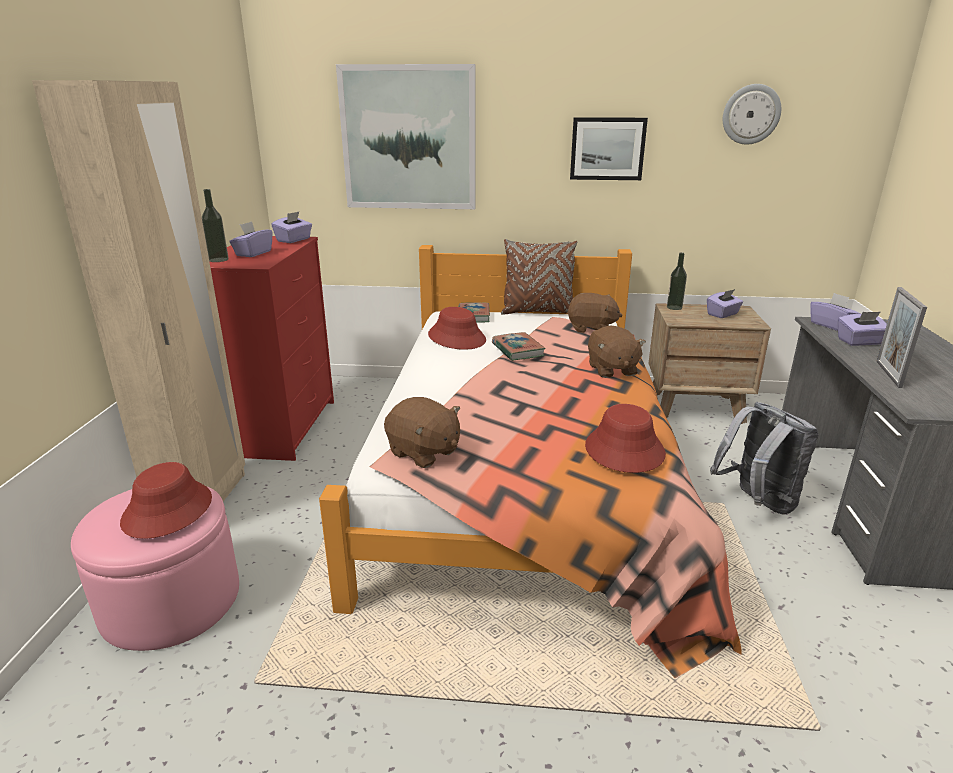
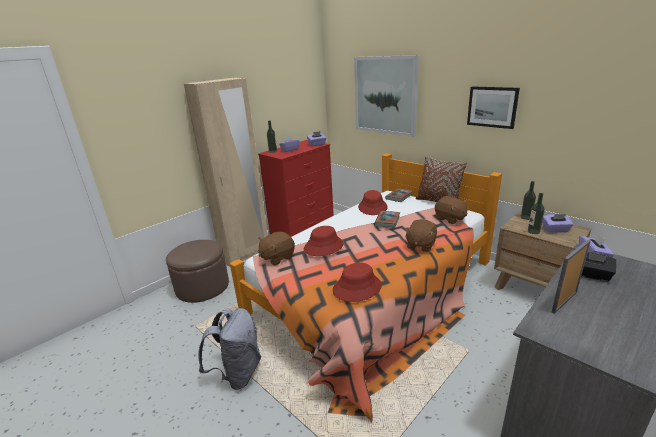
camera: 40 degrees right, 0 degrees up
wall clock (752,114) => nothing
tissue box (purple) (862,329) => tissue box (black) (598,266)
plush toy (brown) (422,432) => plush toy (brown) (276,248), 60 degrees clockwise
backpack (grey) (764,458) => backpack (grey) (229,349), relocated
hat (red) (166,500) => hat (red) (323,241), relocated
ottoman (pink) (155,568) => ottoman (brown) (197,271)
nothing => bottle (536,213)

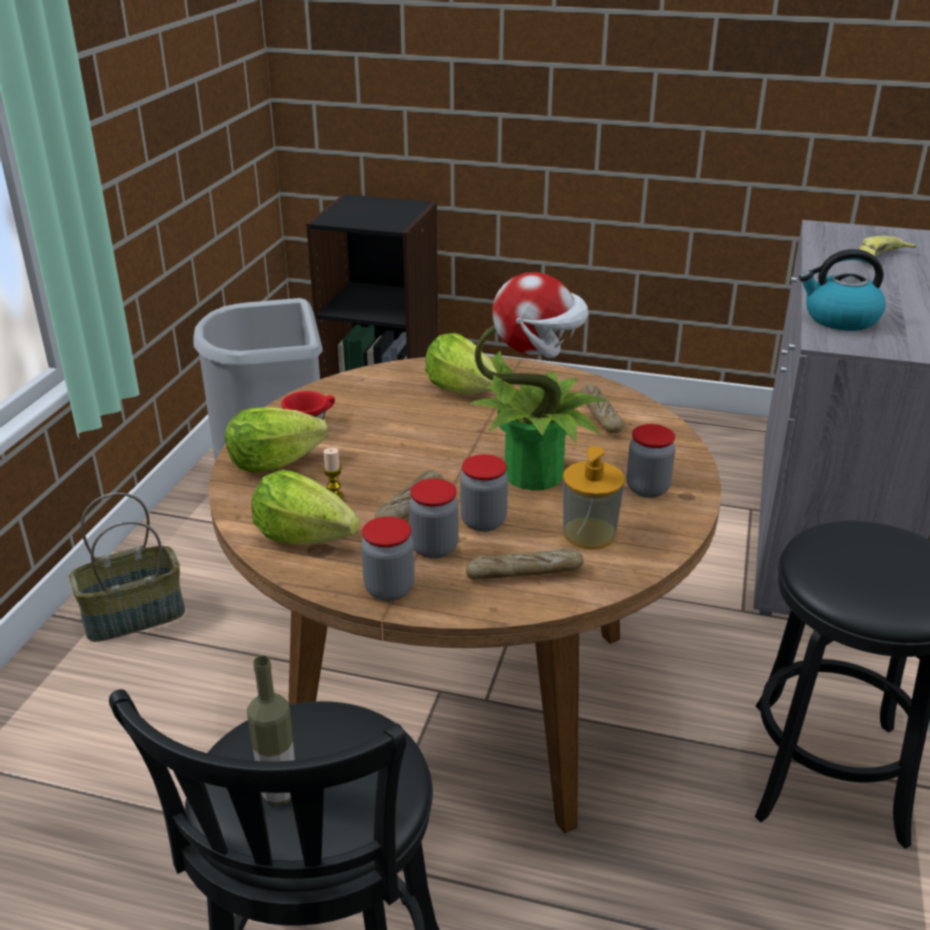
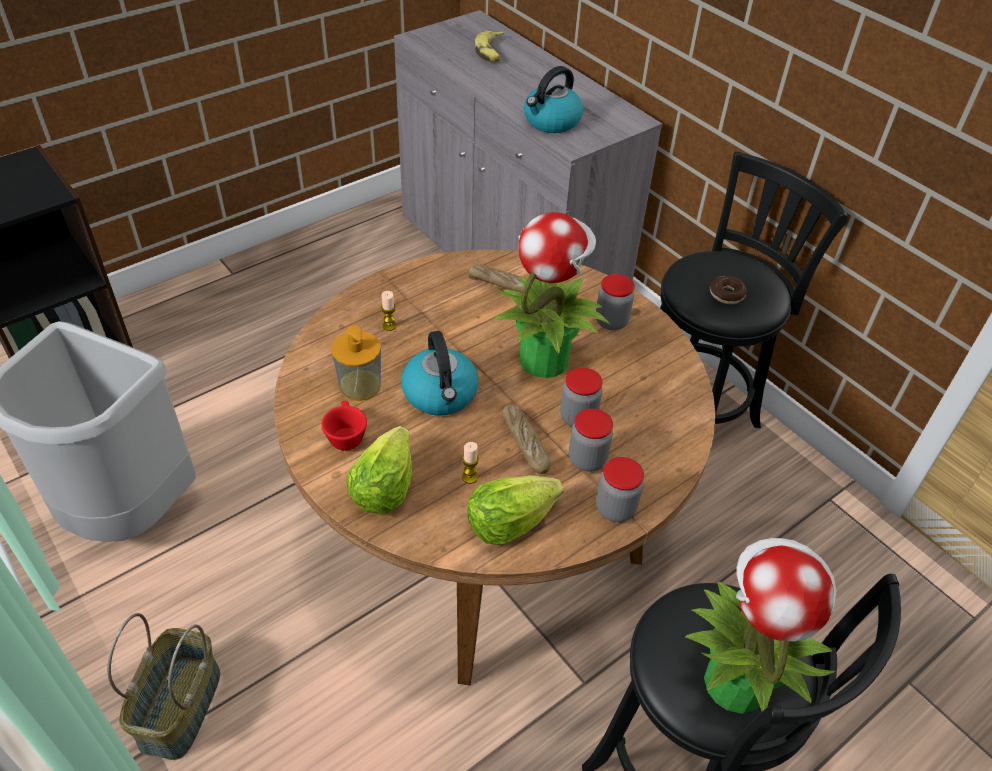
camera: 55 degrees left, 15 degrees up
lettuce (461,363) => candle (389,311)
soap dispenser (594,497) => soap dispenser (356,363), relocated
bread (525,563) => nothing
bottle (271,730) => potted plant (761,626)
nothing => donut (728,290)
nothing => kettle (440,373)

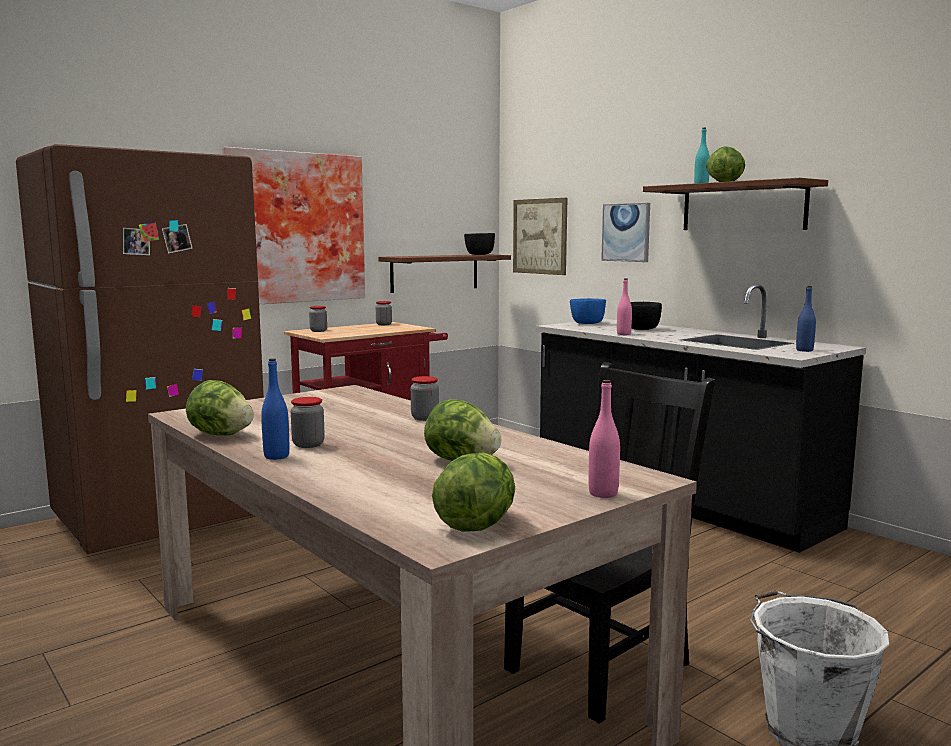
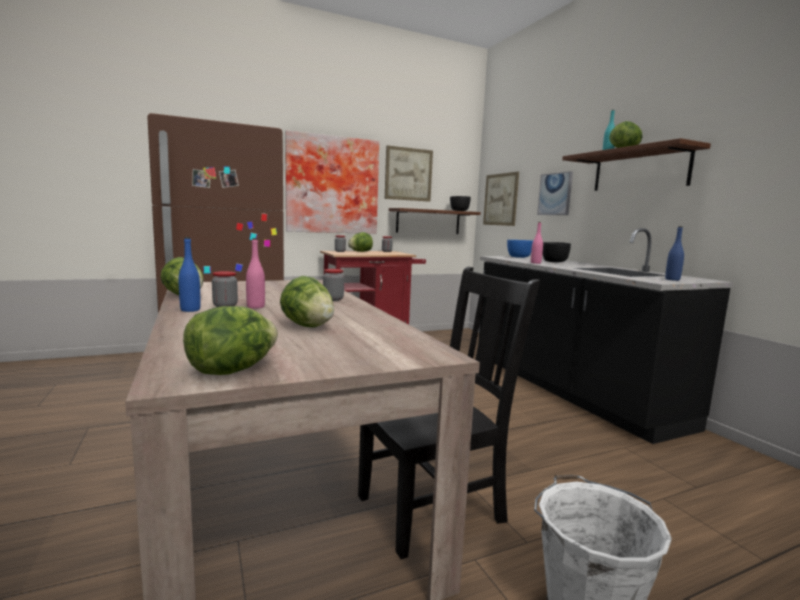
camera: 15 degrees right, 0 degrees up
bottle (pink) (604,439) => bottle (pink) (255,273), relocated
nothing => picture (409,173)
nothing => lettuce (360,242)

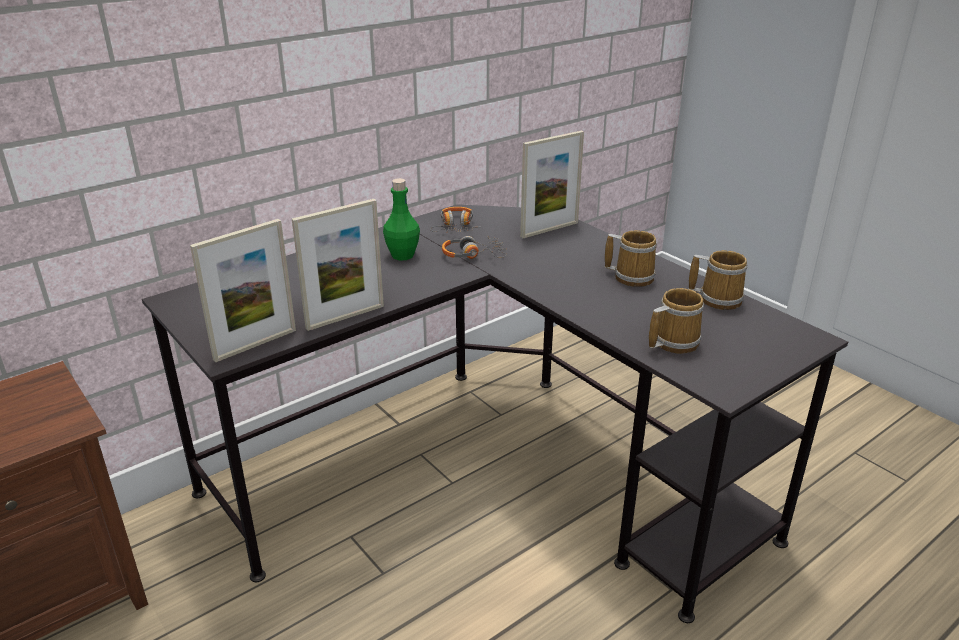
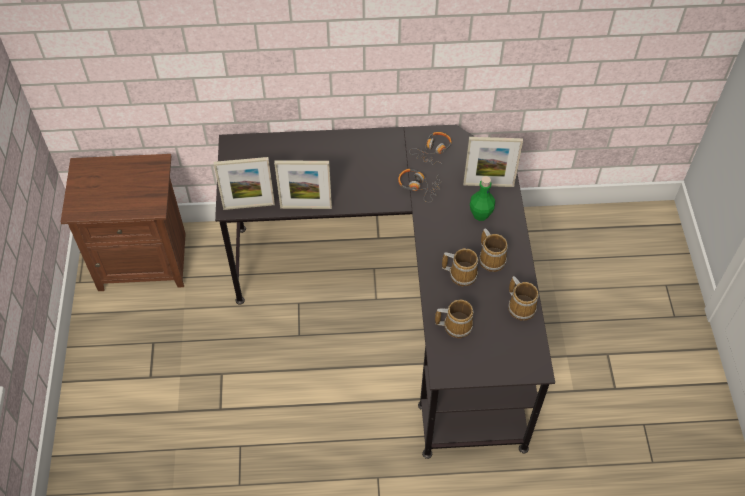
camera: 35 degrees right, 25 degrees up
bottle (green) (401,219) => bottle (green) (482,198), relocated
nothing => mug (460,267)

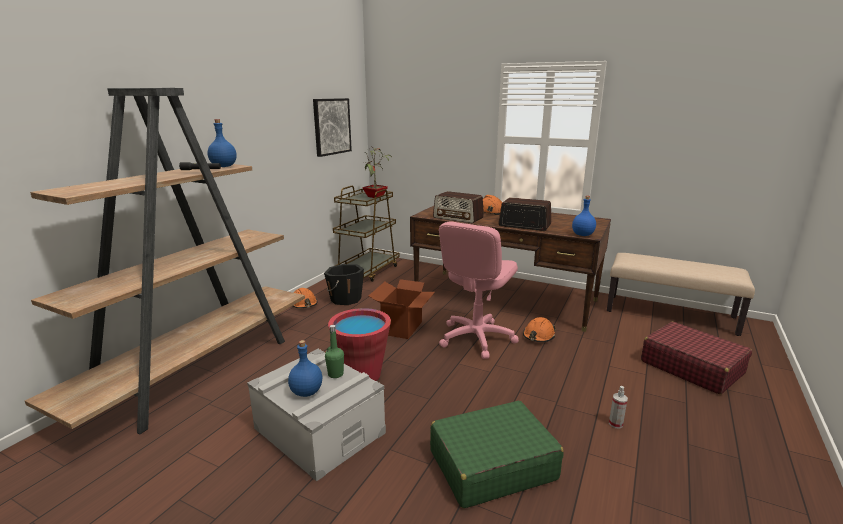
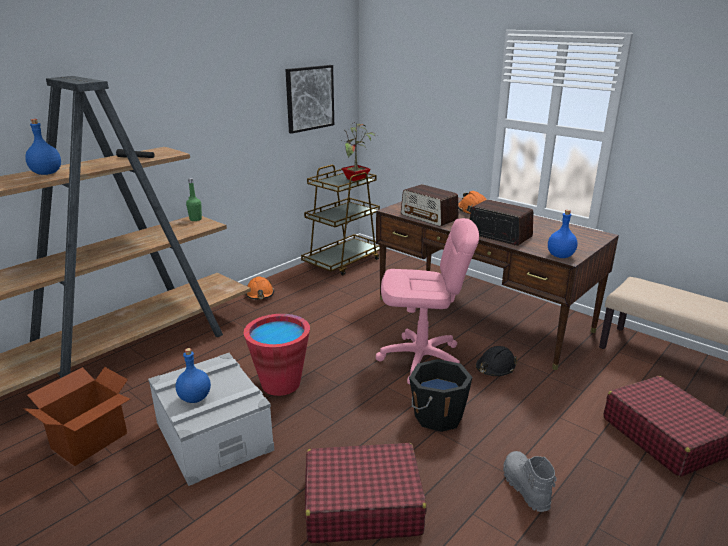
camera: 15 degrees right, 5 degrees up
bottle (blue) (222,143) => bottle (blue) (43,147), relocated
office chair (pink) (479,290) => office chair (pink) (427,301), 135 degrees counterclockwise
bucket (black) (344,284) => bucket (black) (440,395), relocated
cardboard box (402,309) => cardboard box (77,416), relocated
hard hat (orange) (539,329) => hard hat (black) (496,361)
bottle (green) (334,351) => bottle (green) (194,199), relocated
spray bottle (618,407) => boot (grey) (530,481)
suitcase (green) (497,454) => suitcase (red) (366,493)

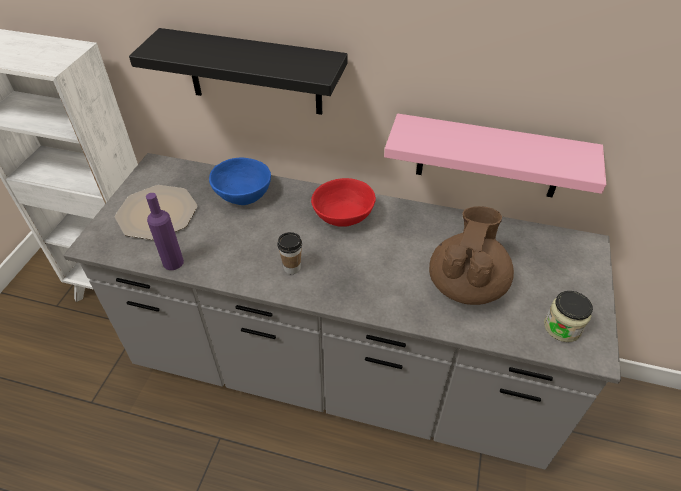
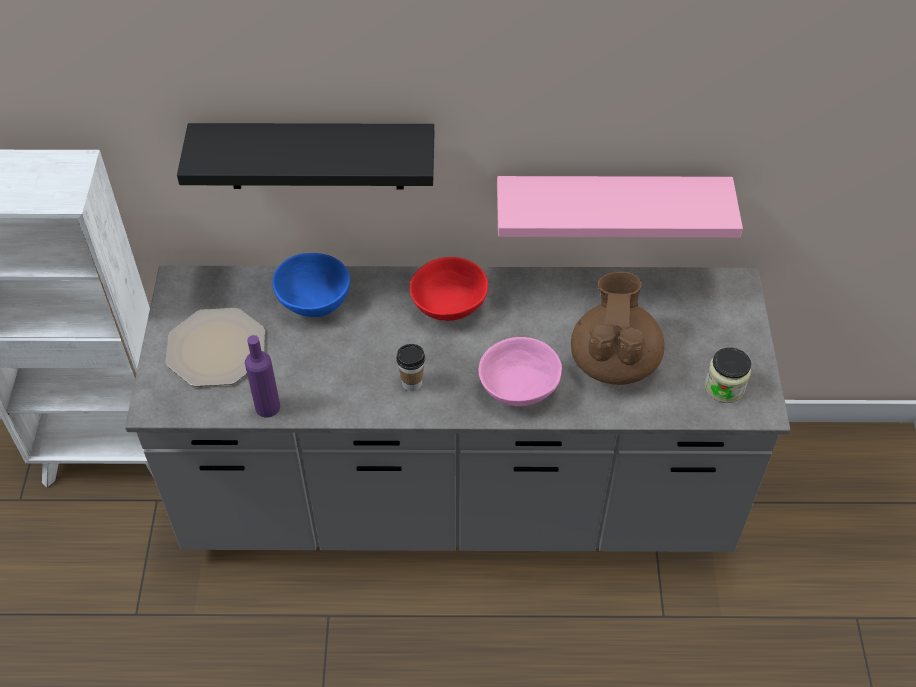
camera: 15 degrees left, 5 degrees up
nothing => bowl (pink) (520,371)

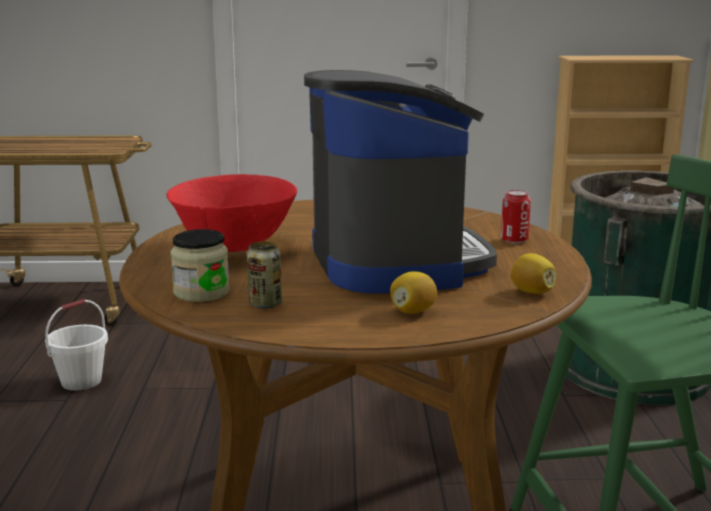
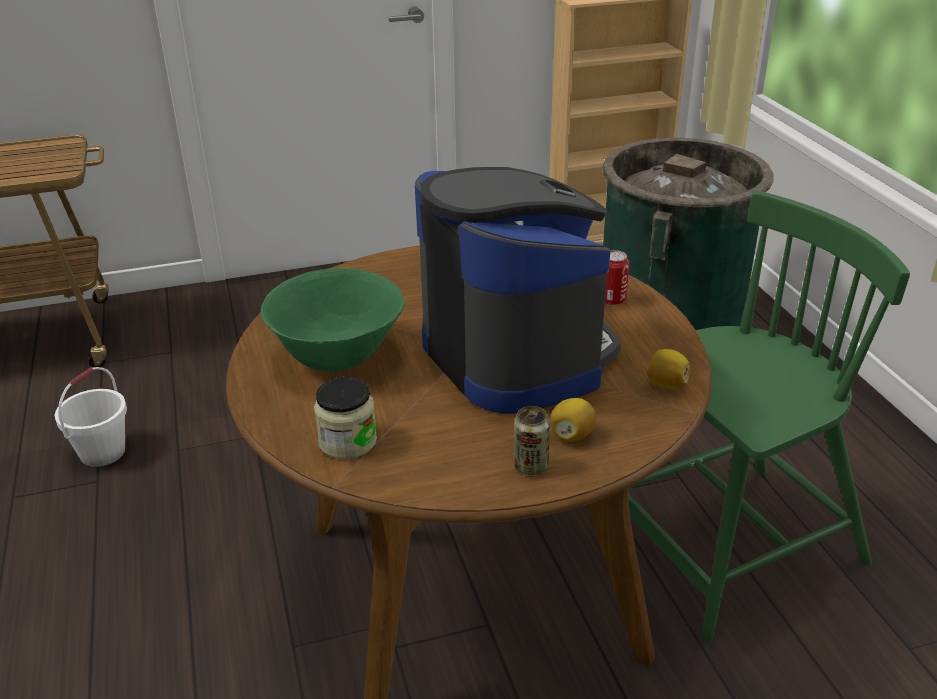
camera: 15 degrees left, 15 degrees up
bowl (red) (232,213) => bowl (green) (332,319)
can (264,275) => can (532,440), relocated

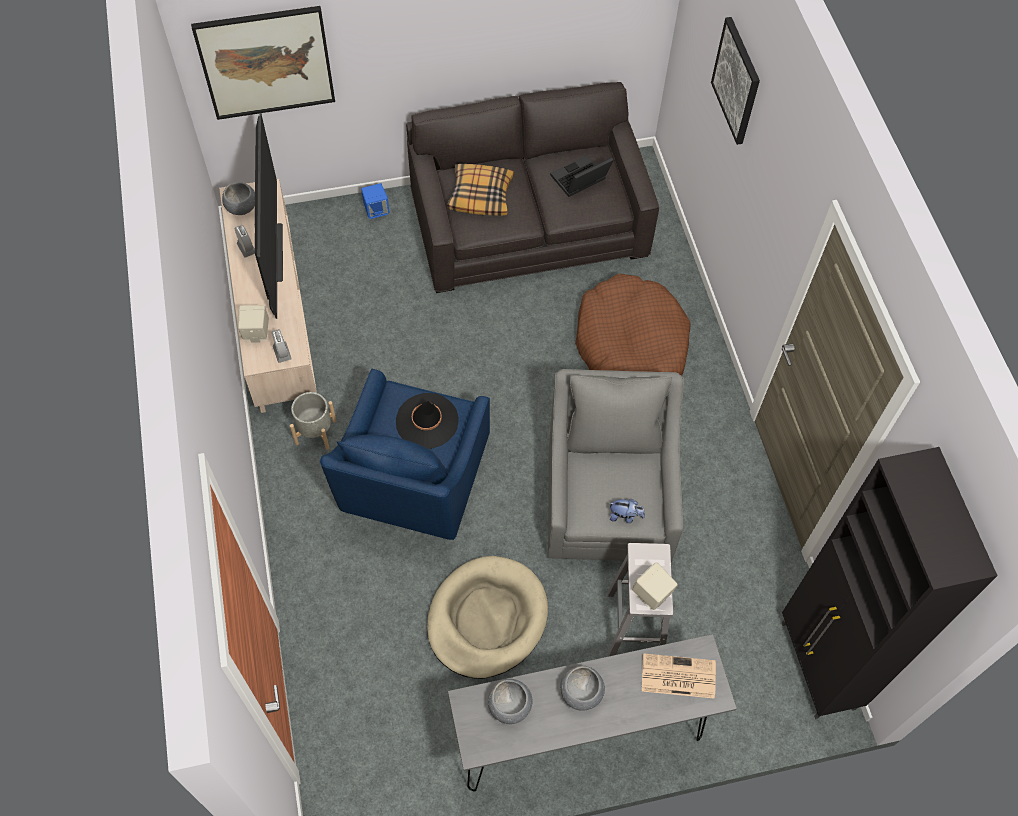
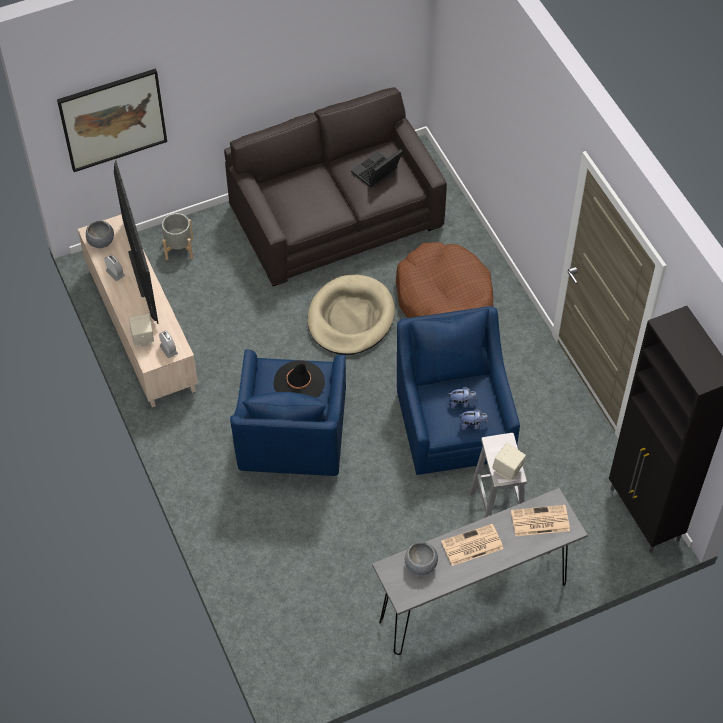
camera: 10 degrees left, 5 degrees down
picture (735,81) => nothing
pillow (480,190) => nothing
speaker (blue) (375,201) => nothing
armchair (grey) (616,465) => armchair (blue) (458,390)
planter (grey) (313,421) => planter (grey) (177,236), relocated
dog bed (beige) (487,617) => dog bed (beige) (351,315), relocated
bowl (grey) (582,688) => newspaper (472,545)
nothing => plush toy (462,398)

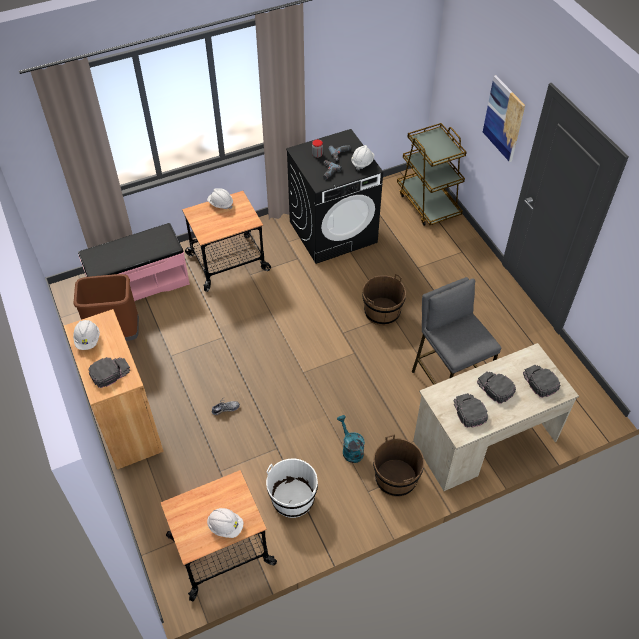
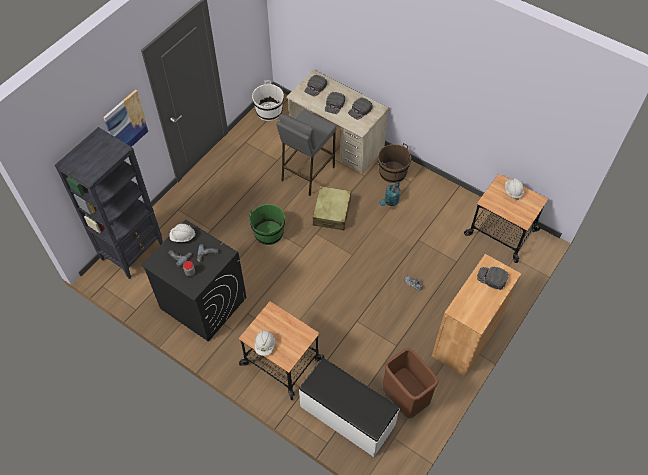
camera: 120 degrees left, 5 degrees up
cart (brown) (431,174) => bookcase (black) (109,203)
bench (pink) (134,262) => bench (white) (349,407)
bucket (brown) (384,299) => bucket (green) (267,224)
hard hat (white) (86,335) => nothing
bucket (white) (292,488) => bucket (white) (268,101), relocated
nothing => suitcase (beige) (332,208)

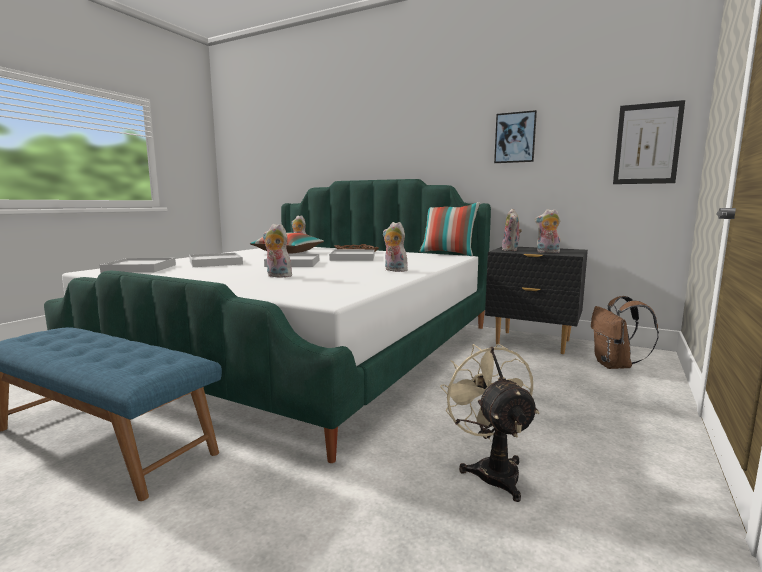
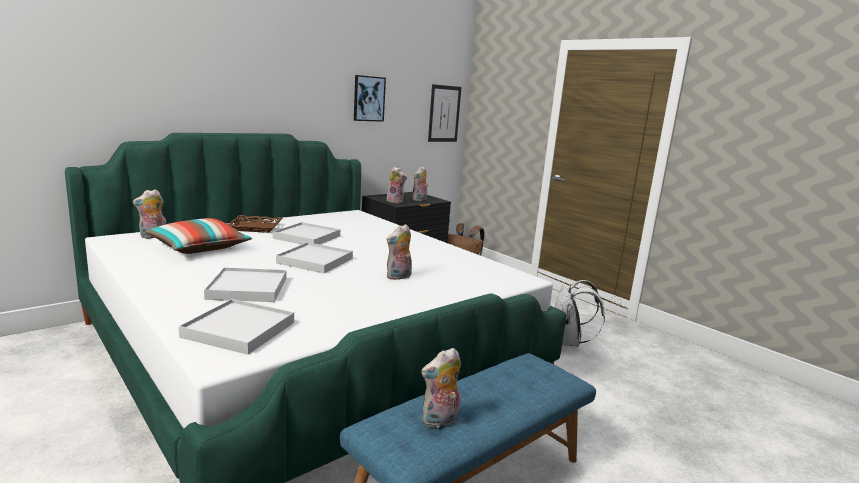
camera: 70 degrees left, 5 degrees up
pillow (449,229) => nothing
plush toy (395,247) => plush toy (441,388), relocated
fan (beige) (489,423) => backpack (white) (580,313)

